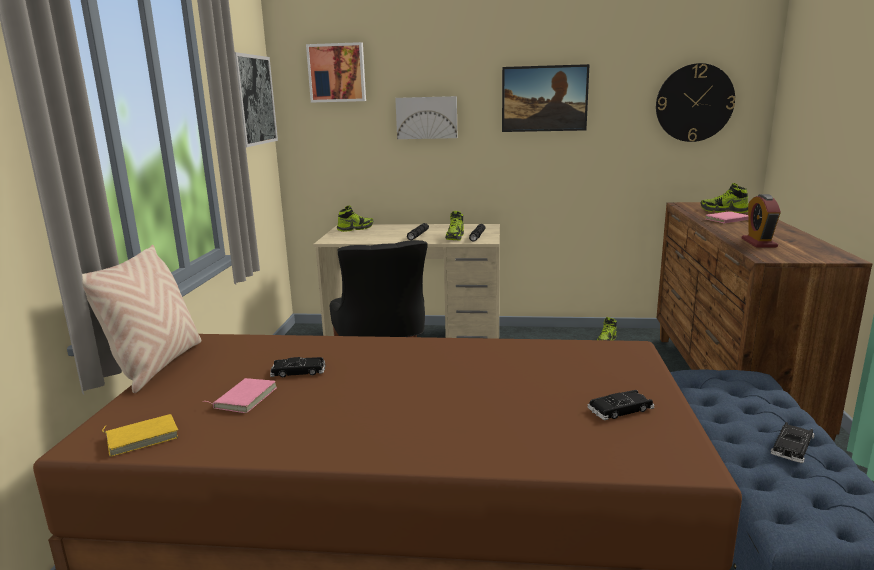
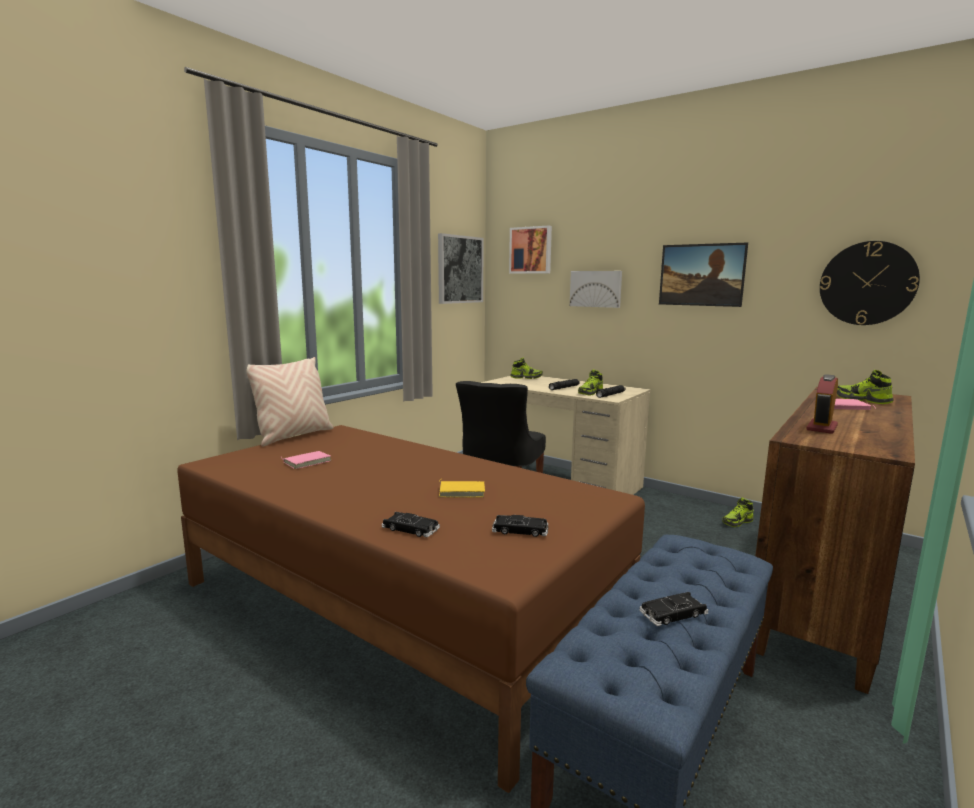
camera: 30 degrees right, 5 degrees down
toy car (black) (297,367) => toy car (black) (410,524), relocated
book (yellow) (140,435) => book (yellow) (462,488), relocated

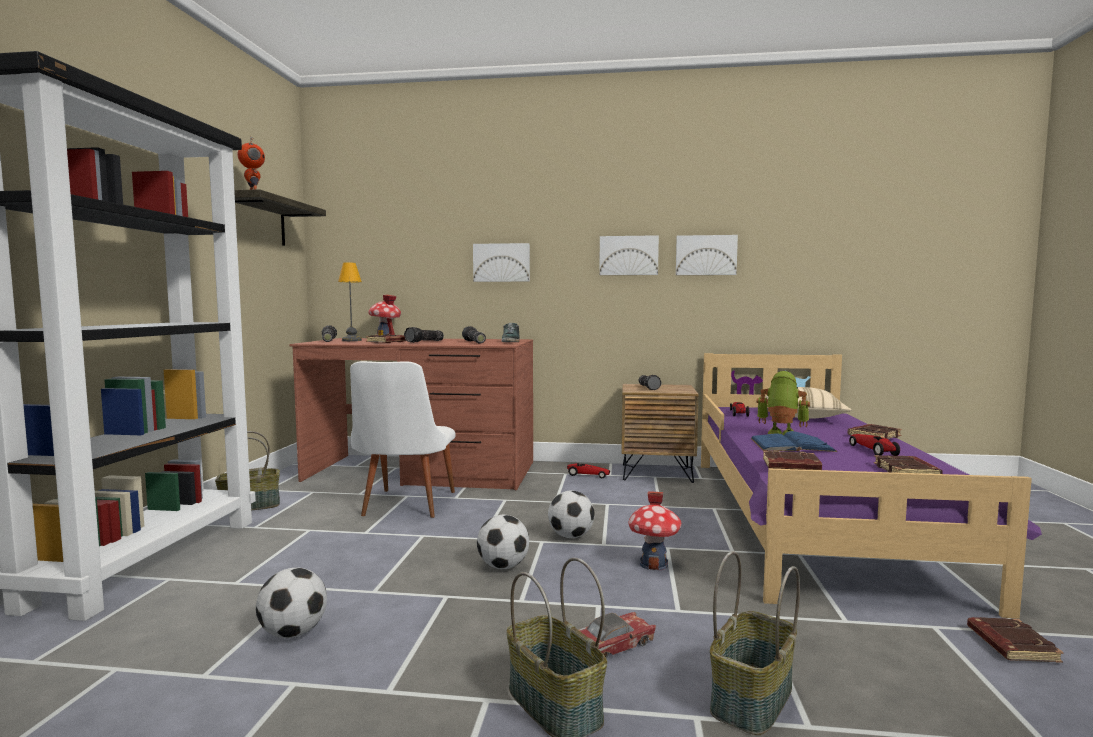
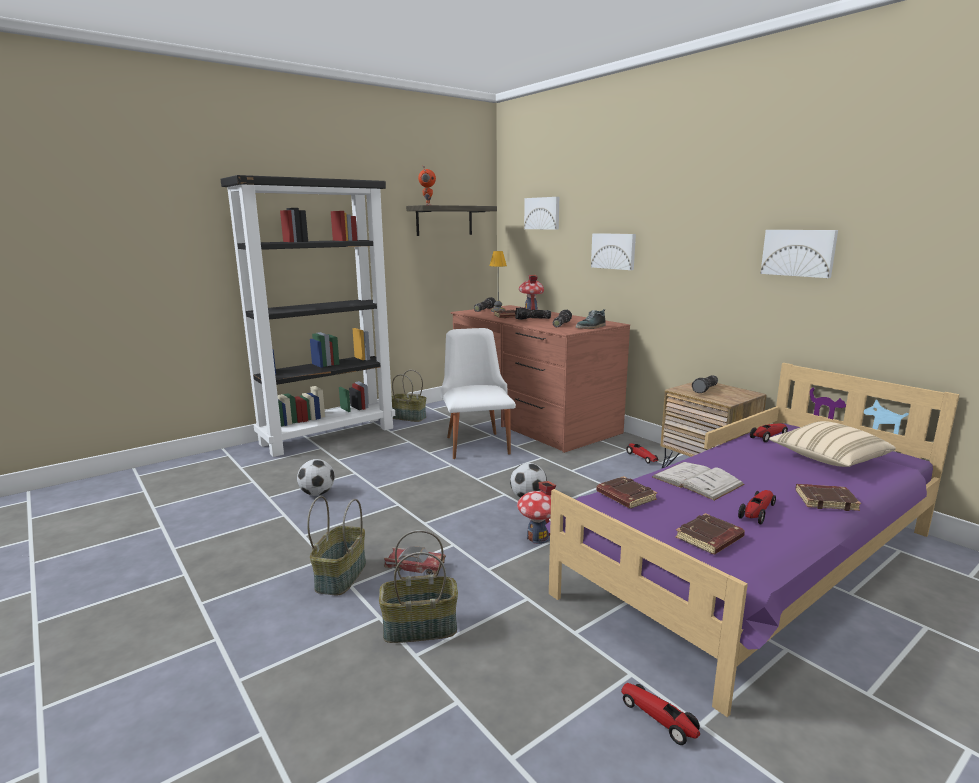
camera: 45 degrees right, 10 degrees up
picture (629,255) => picture (541,213), relocated
chair (white) (403,439) => chair (white) (478,393), 120 degrees clockwise
toy robot (783,403) => nothing
book (blue) (793,441) => book (white) (698,481)
football (503,542) => nothing
book (brown) (1015,640) => toy car (660,714)

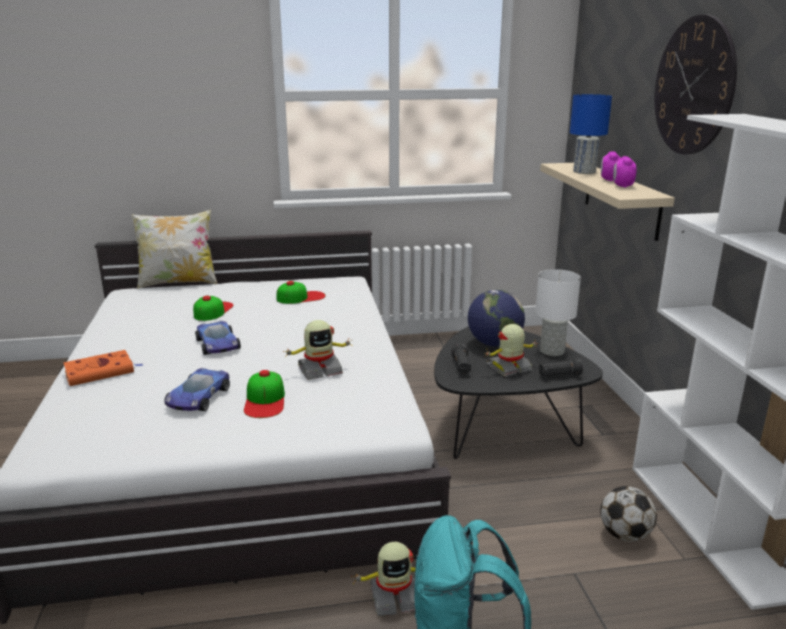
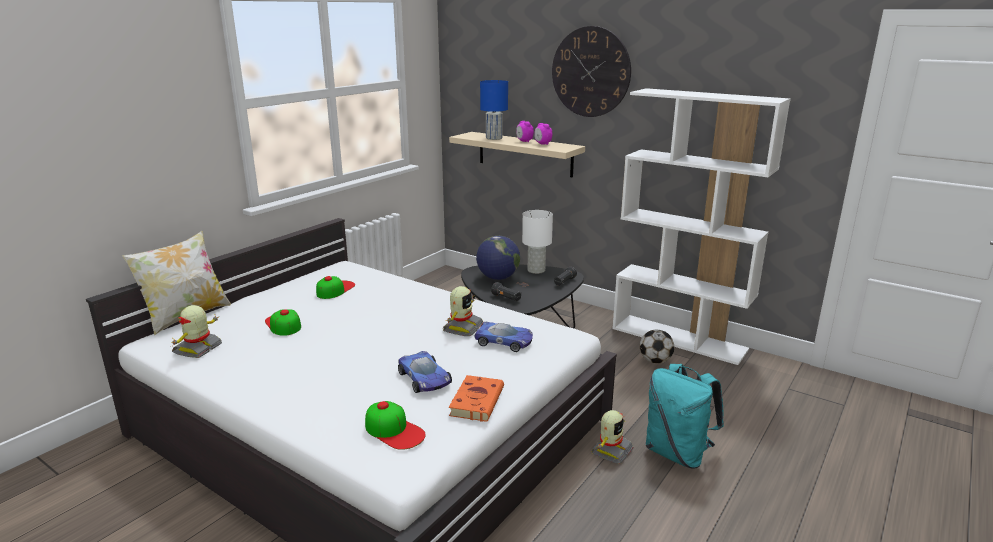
camera: 45 degrees left, 0 degrees up
toy car (218,338) => toy car (503,337), relocated
toy robot (511,350) => toy robot (196,331), relocated
book (orange) (103,368) => book (orange) (476,398), relocated
cap (264,394) => cap (395,425), relocated

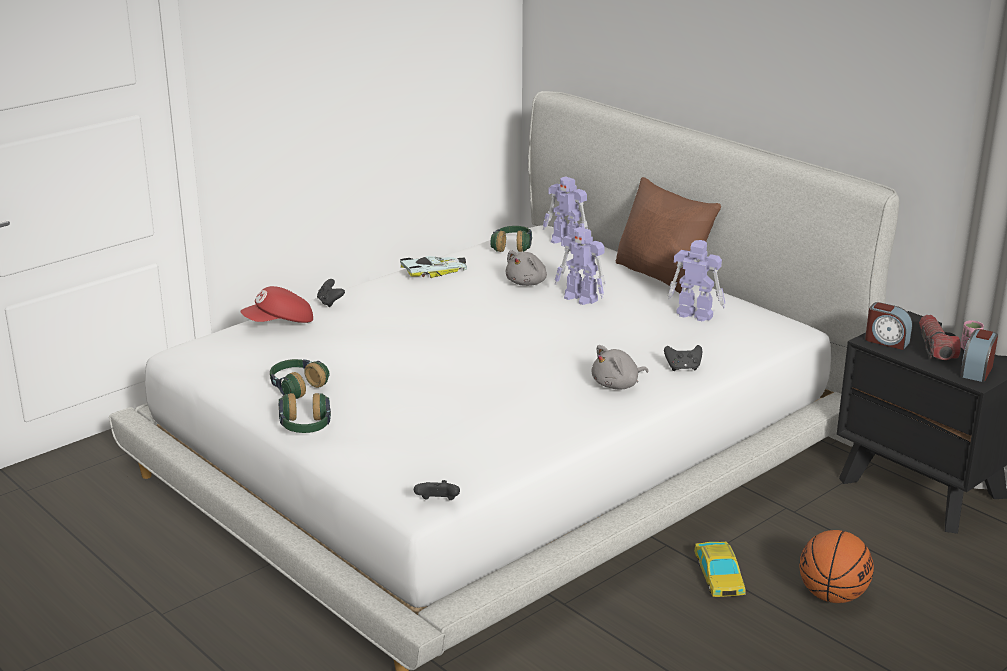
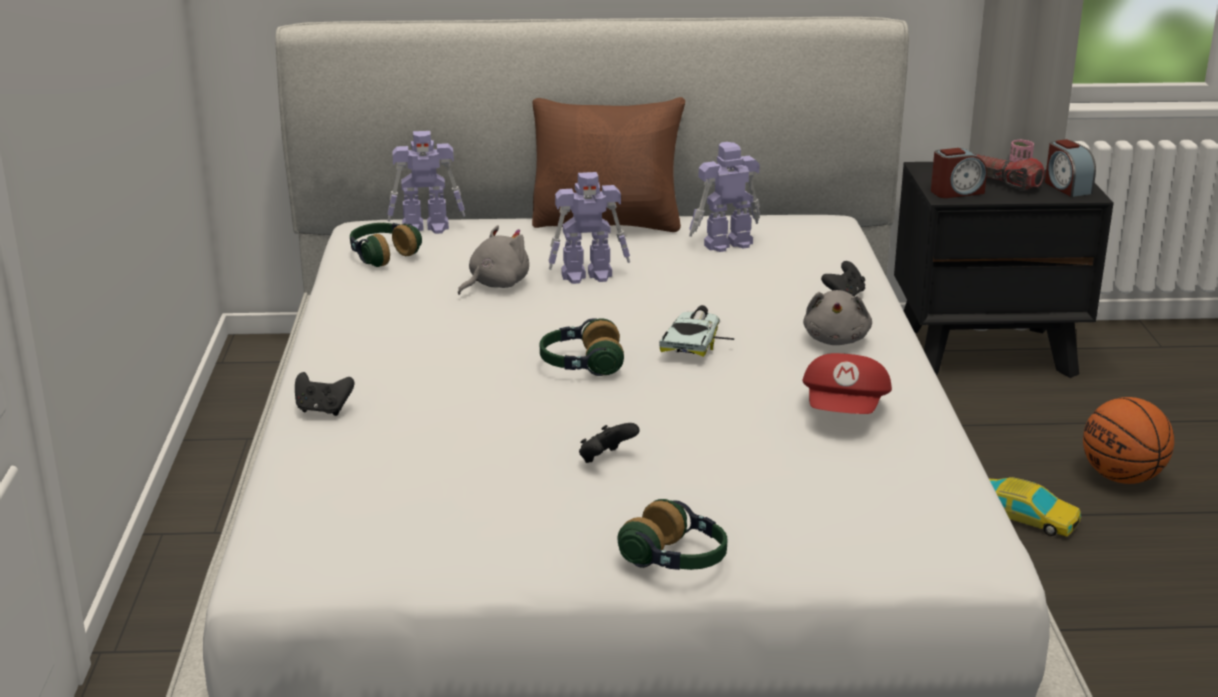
camera: 50 degrees left, 0 degrees up
plush toy (grey) (526,268) => plush toy (grey) (493,260), 120 degrees counterclockwise
toy car (433,267) => toy car (696,331), relocated
cap (red) (277,304) => cap (red) (847,383), relocated
headphones (299,379) => headphones (582,347), relocated
game controller (black) (437,490) => game controller (black) (609,443), relocated

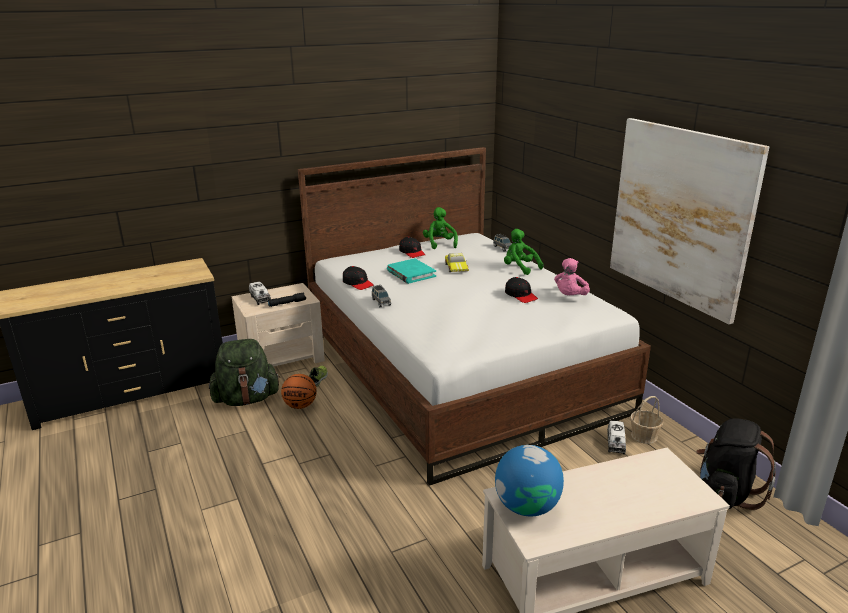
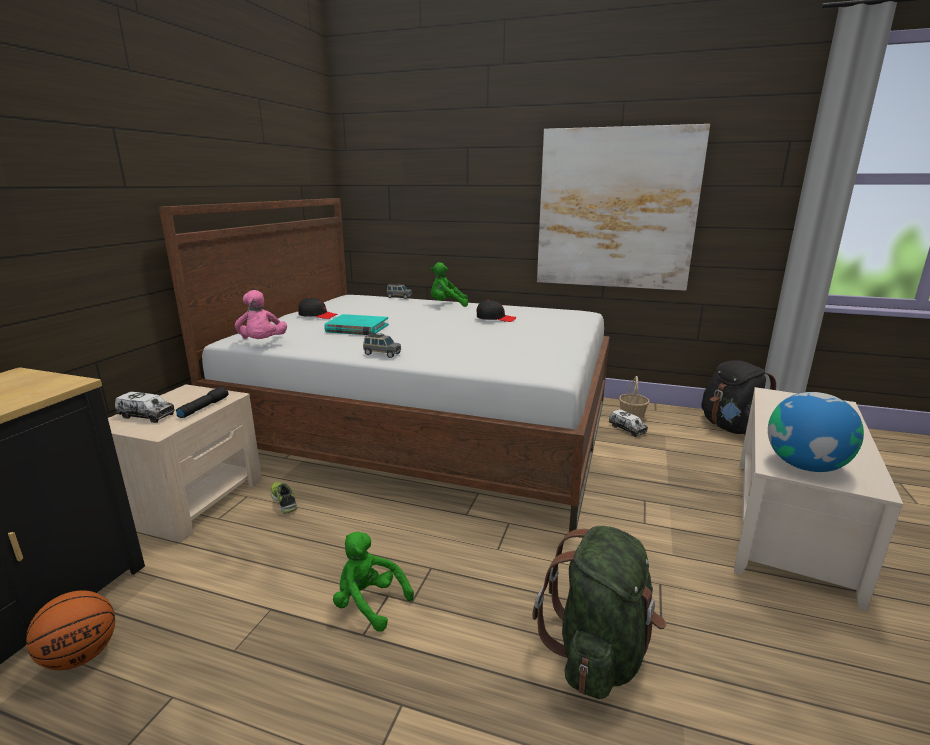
camera: 45 degrees left, 5 degrees down
plush toy (green) (440,228) => plush toy (green) (373,582), relocated
toy car (457,262) => nothing
plush toy (pink) (572,276) => plush toy (pink) (261,314), relocated
cap (black) (358,278) => nothing
backpack (green) (244,372) => backpack (green) (599,612), relocated
basketball (299,391) => basketball (70,630), relocated

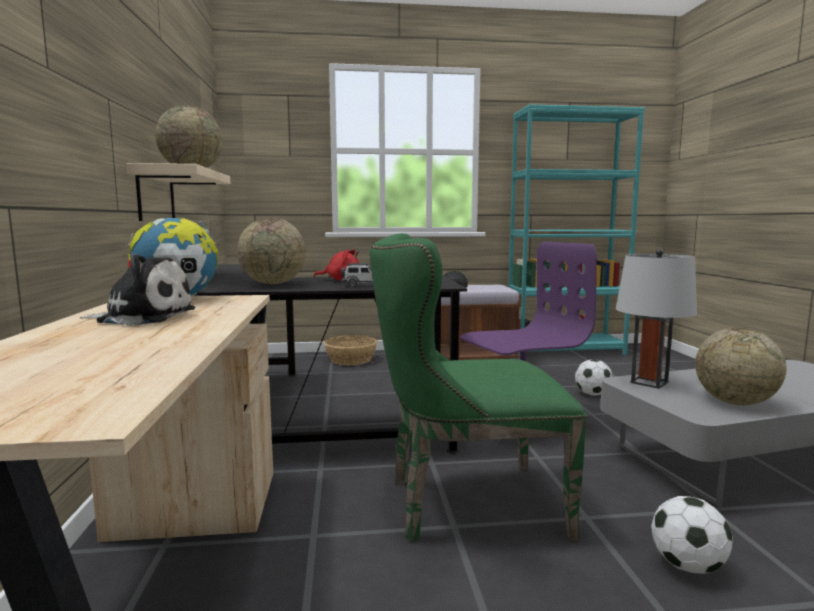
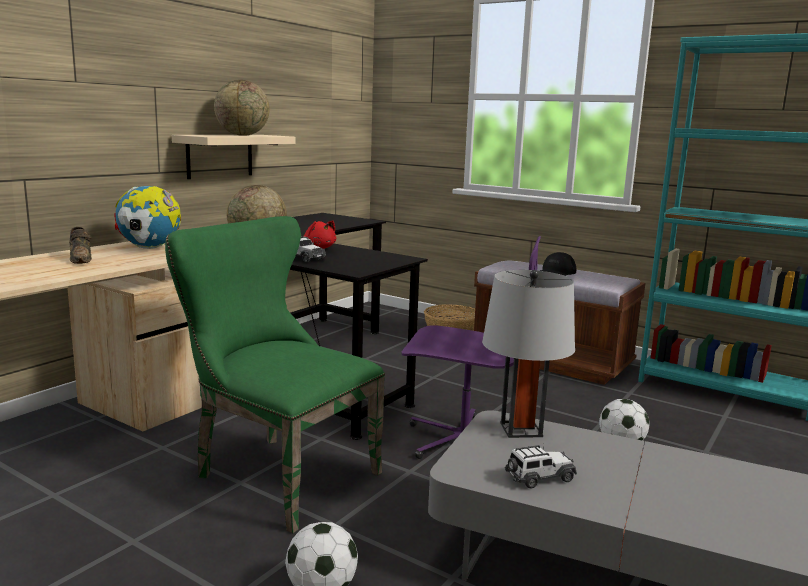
camera: 40 degrees right, 5 degrees up
plush toy (137,290) => shoe (brown) (81,245)
globe (740,366) => toy car (541,466)

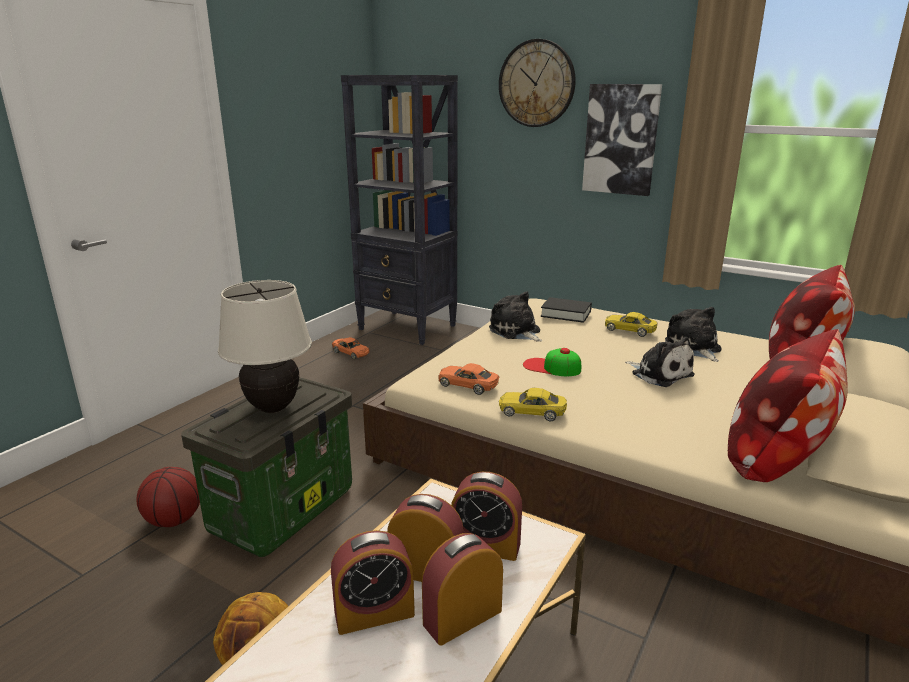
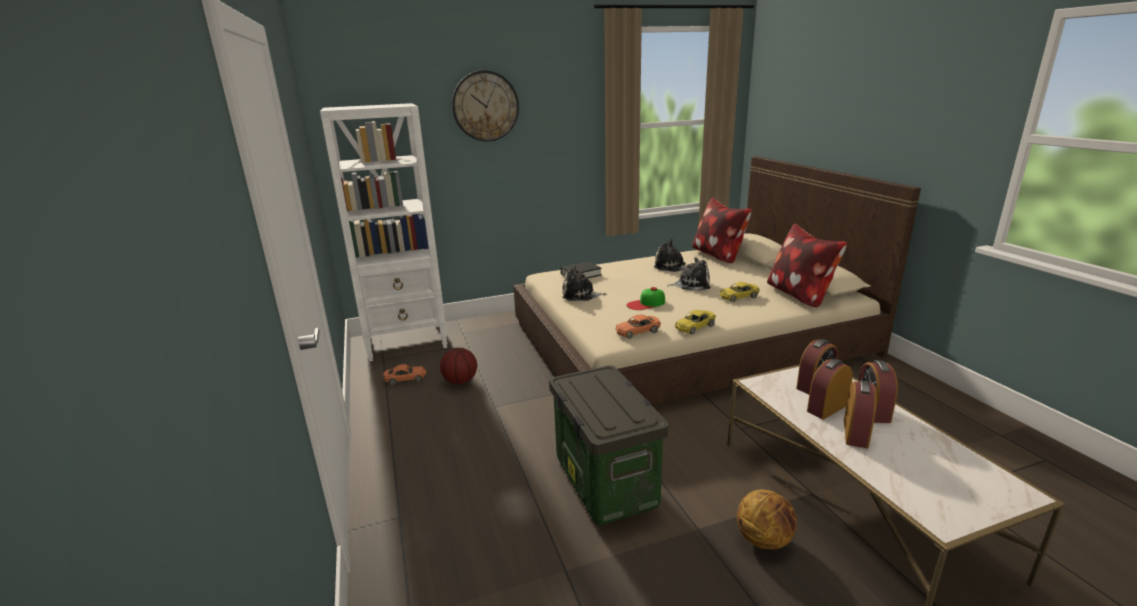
camera: 50 degrees left, 0 degrees up
bookcase (black) (399,210) => bookcase (white) (384,232)
picture (622,140) => nothing
table lamp (beige) (265,346) => nothing
toy car (yellow) (631,324) => toy car (yellow) (740,292), relocated
basketball (168,497) => basketball (458,366), relocated

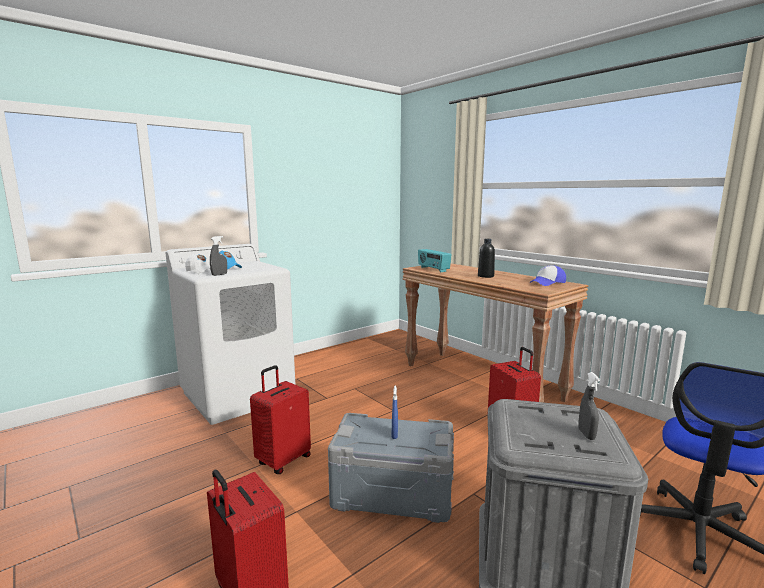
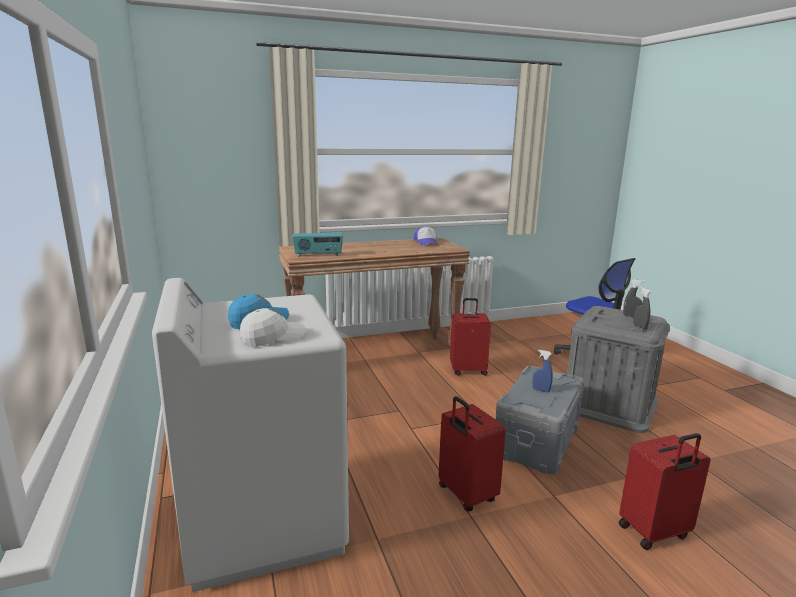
camera: 70 degrees left, 5 degrees up
spray bottle (grey) (218,256) => spray bottle (grey) (642,308), relocated
bottle (black) (486,258) => nothing

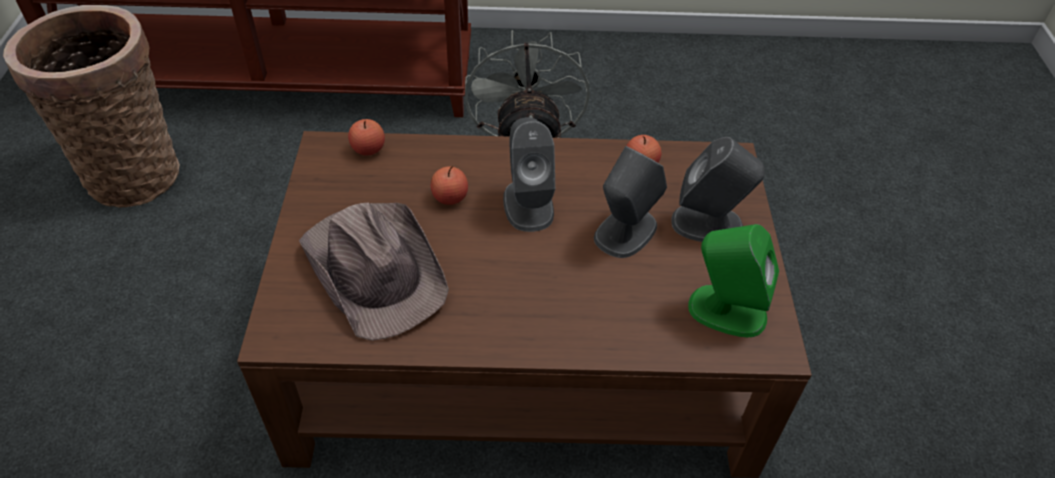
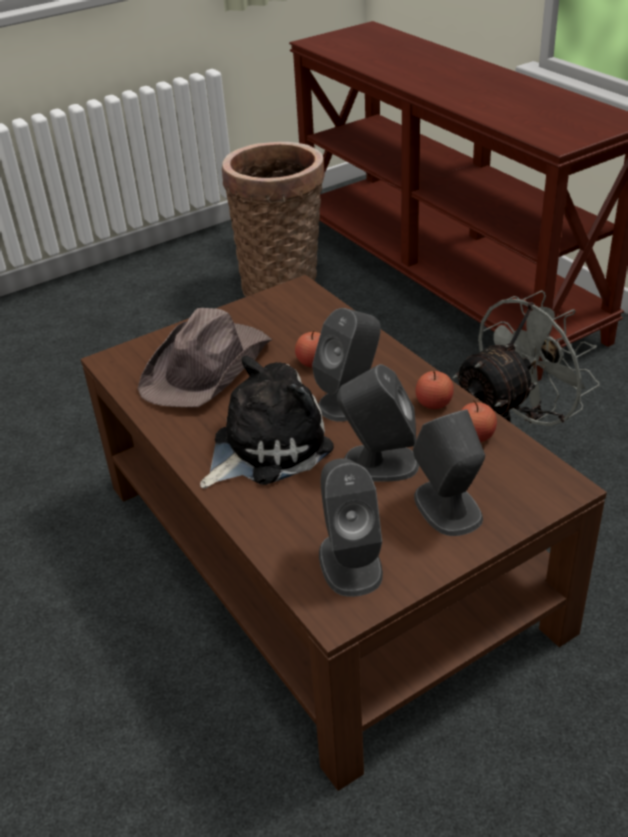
camera: 60 degrees right, 10 degrees down
apple (366,137) => apple (435,390), relocated
speaker (green) (733,280) => speaker (grey) (351,527)
nothing => plush toy (267,422)

